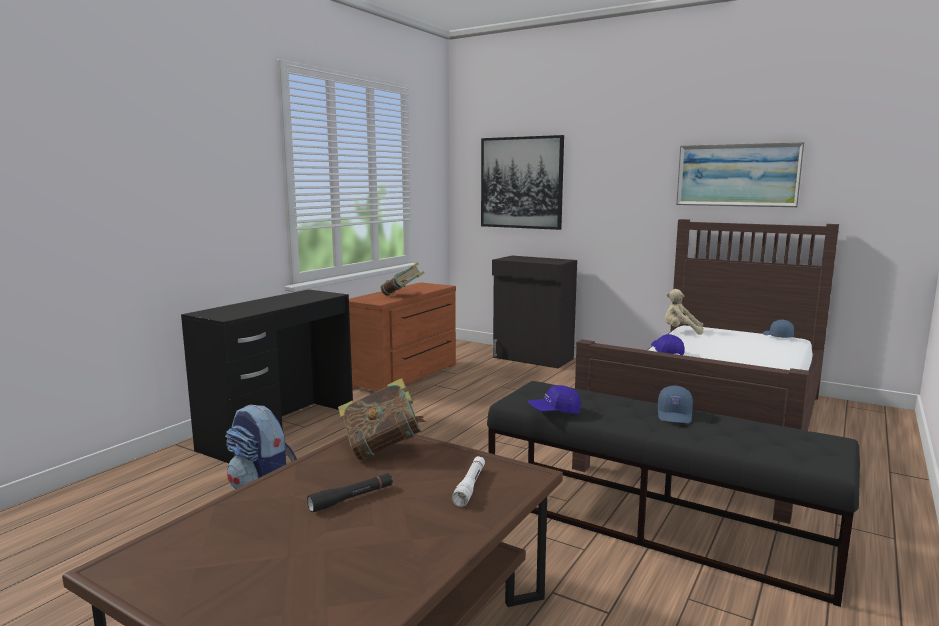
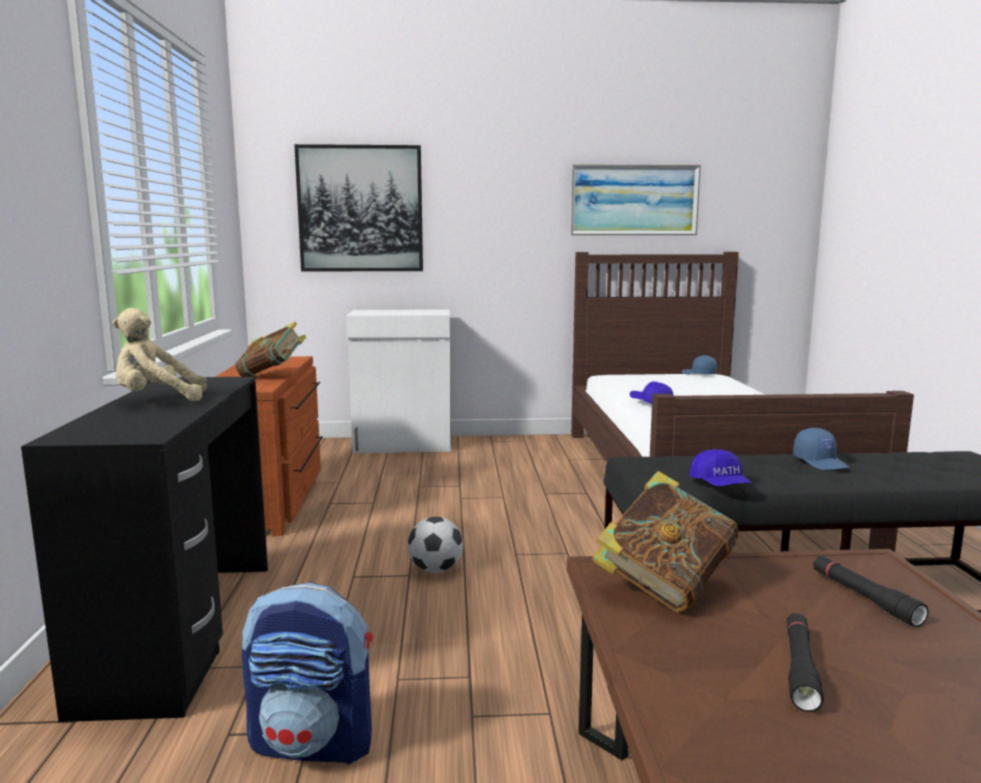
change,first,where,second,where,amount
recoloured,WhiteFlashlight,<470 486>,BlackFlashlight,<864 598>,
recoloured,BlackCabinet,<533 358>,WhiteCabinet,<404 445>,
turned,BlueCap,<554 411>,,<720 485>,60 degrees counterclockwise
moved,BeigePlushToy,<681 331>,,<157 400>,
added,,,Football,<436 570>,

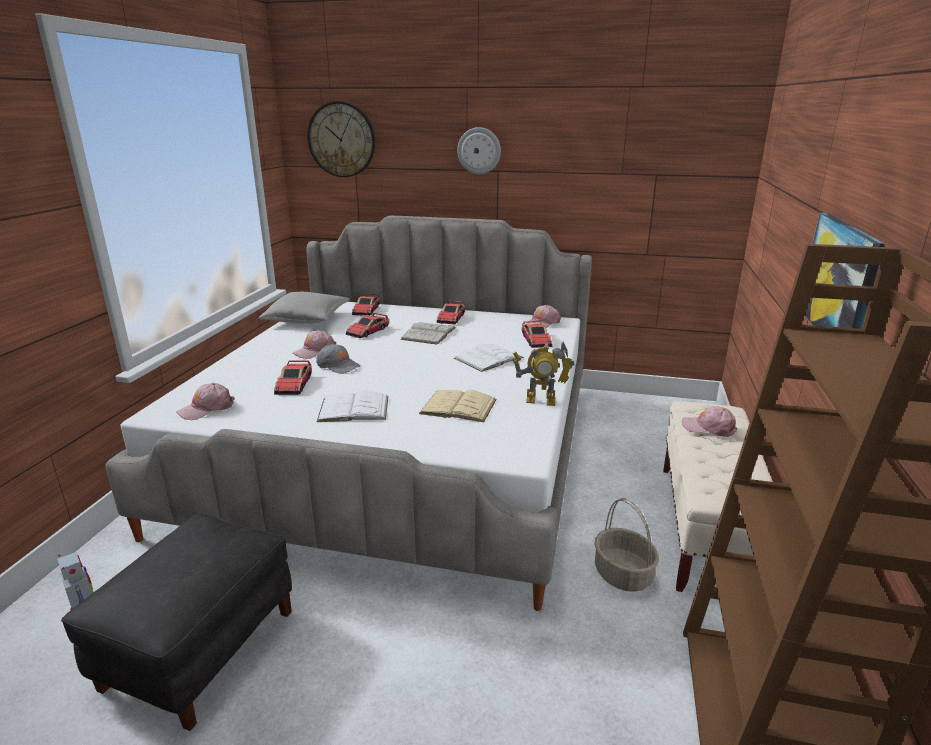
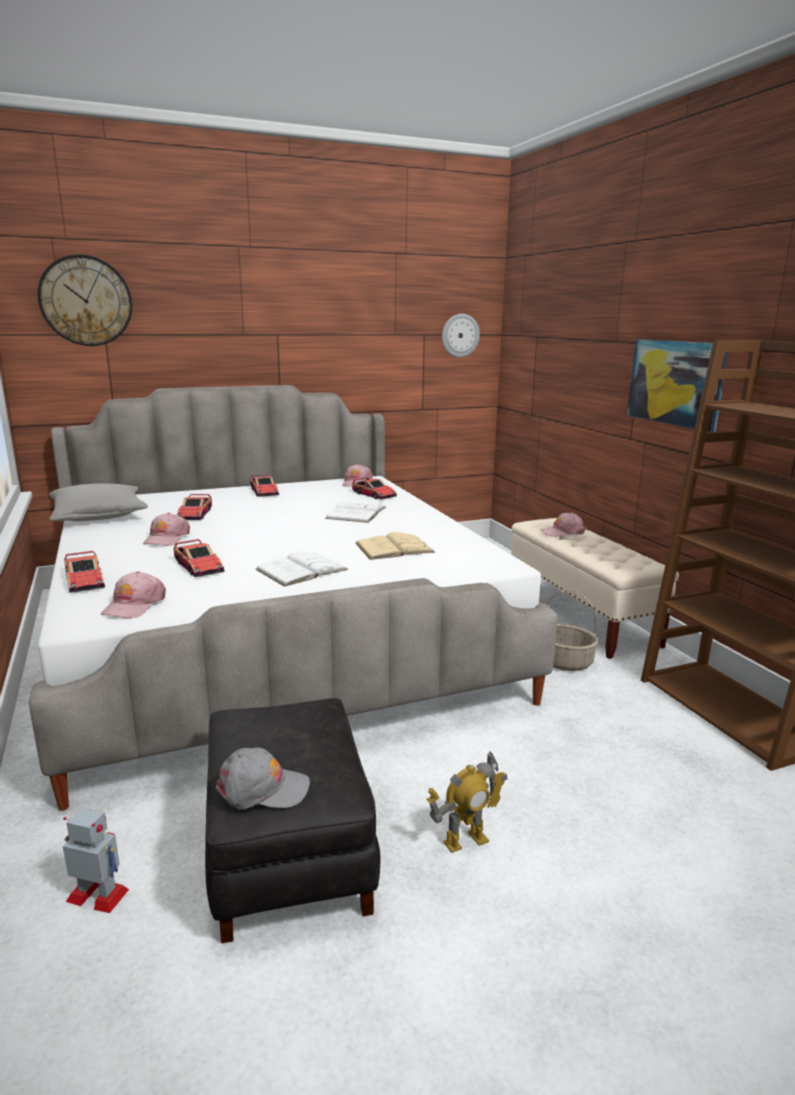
change,first,where,second,where,amount
moved,GreyCap,<338 365>,,<262 789>,
moved,ToyCar,<366 310>,,<85 580>,
removed,WhiteBook,<429 333>,,,
moved,WallClock,<479 150>,,<460 335>,
moved,ToyRobot,<541 401>,,<465 841>,

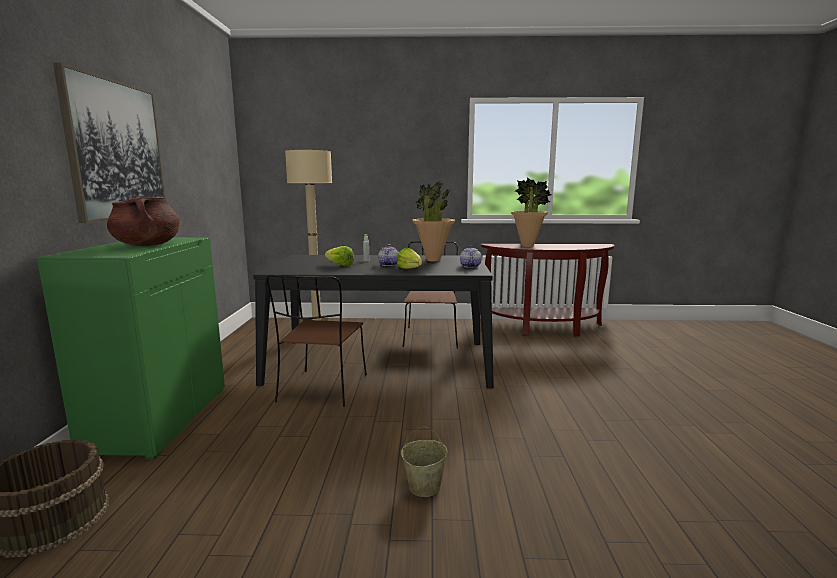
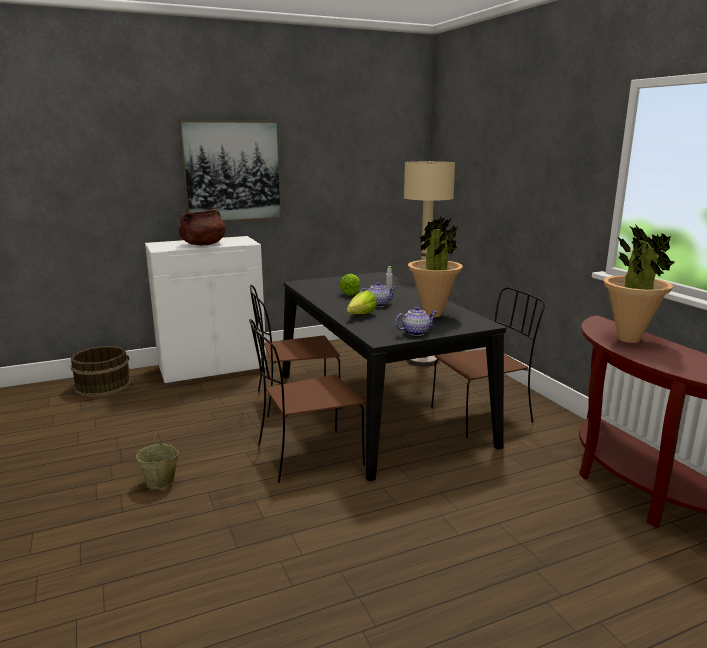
change,first,where,second,where,amount
recoloured,GreenCabinet,<159 419>,WhiteCabinet,<212 367>,
added,,,BrownChair,<307 456>,

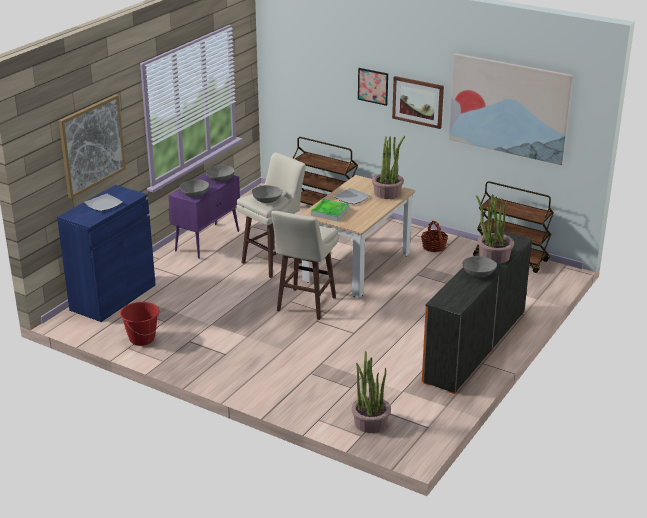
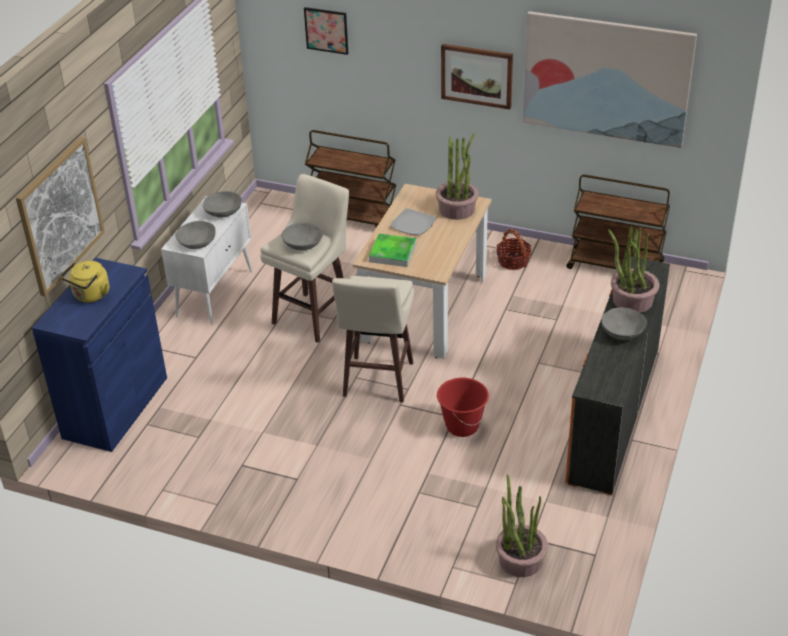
change,first,where,second,where,amount
replaced,Plate,<103 204>,YellowKettle,<90 296>,
moved,RedBucket,<142 339>,,<462 426>,
recoloured,PurpleCabinet,<208 241>,WhiteCabinet,<215 293>,
moved,Picture,<373 86>,,<326 30>,

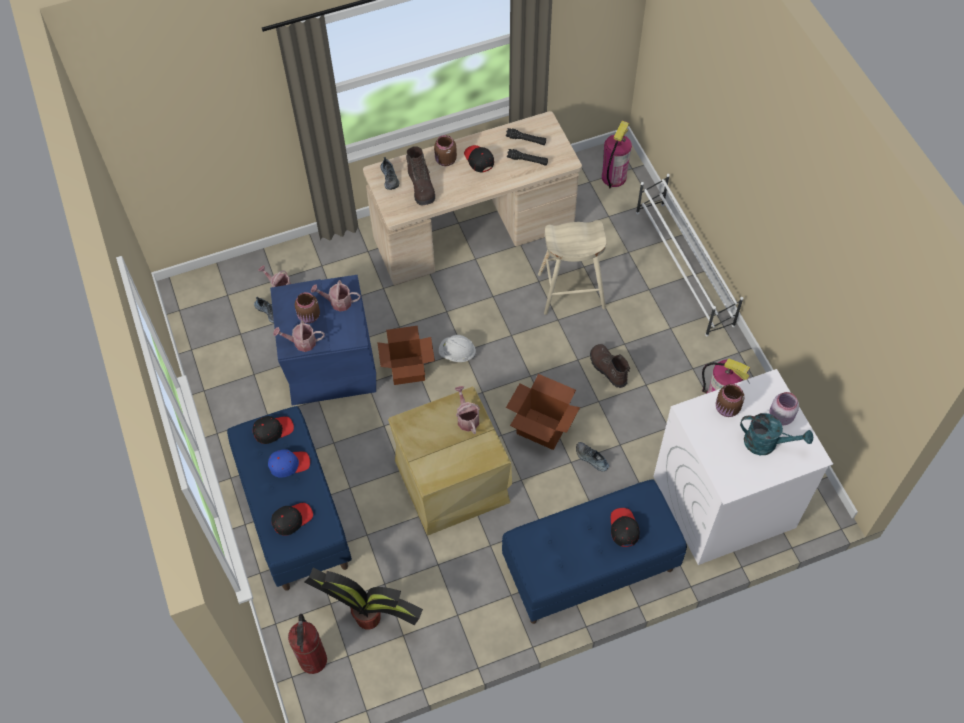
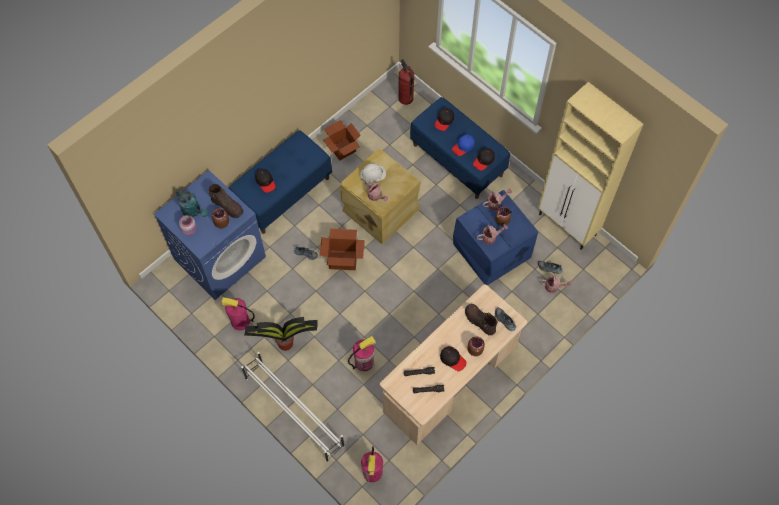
change,first,where,second,where,amount
moved,PottedPlant,<369 618>,,<284 343>,
moved,CardboardBox,<407 370>,,<342 149>,
moved,WhiteHardHat,<457 353>,,<373 176>,
replaced,BeigeStool,<571 291>,FireExtinguisher,<364 362>,
moved,BrownBoot,<607 369>,,<228 206>,
recoloured,WhiteWashingMachine,<723 503>,BlueWashingMachine,<220 257>,
turned,TurquoiseWateringCan,<767 443>,,<193 211>,135 degrees counterclockwise
added,,,BeigeCabinet,<568 225>,

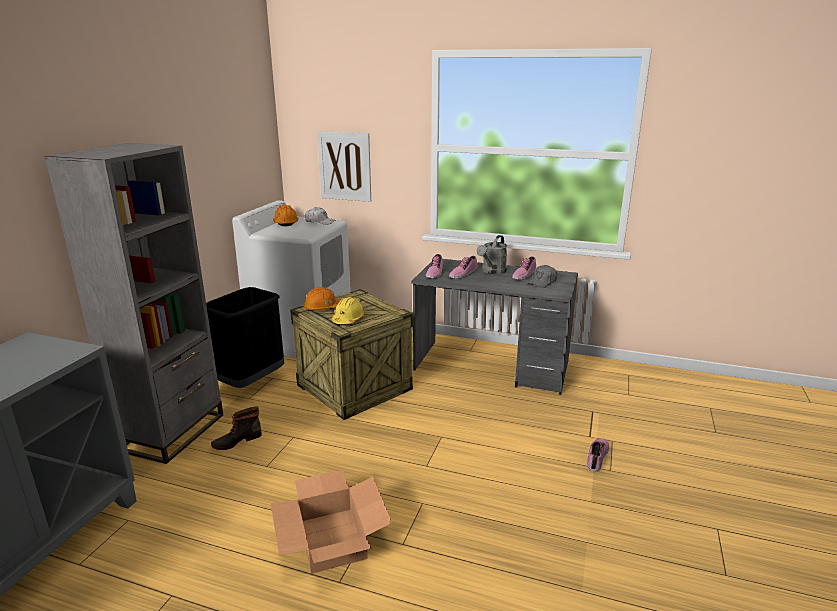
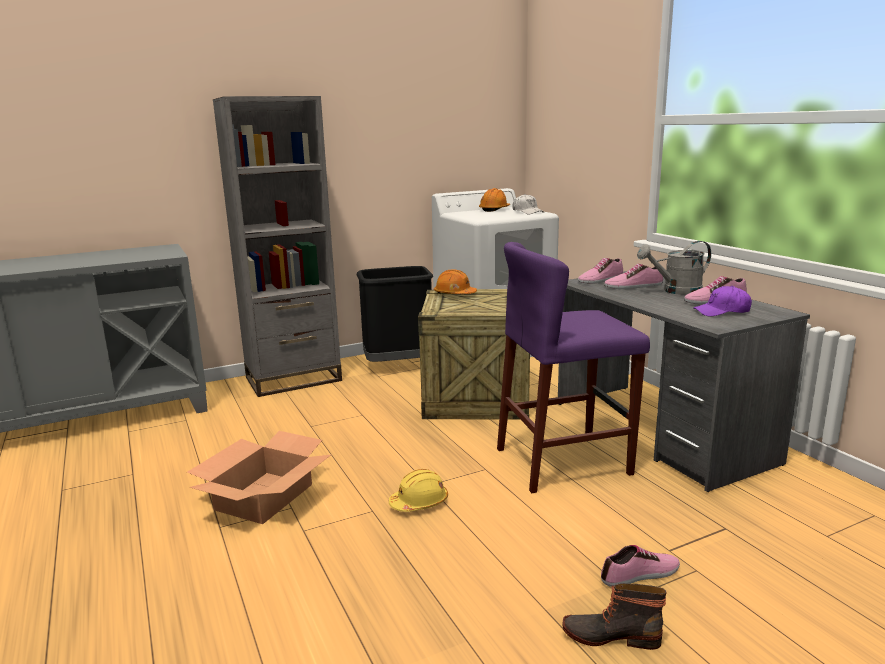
change,first,where,second,where,amount
moved,Boot,<237 440>,,<611 635>,
removed,Picture,<345 166>,,,
moved,YellowHardHat,<348 319>,,<419 502>,
recoloured,GreyCap,<542 282>,PurpleCap,<722 311>,
added,,,PurpleStool,<563 461>,

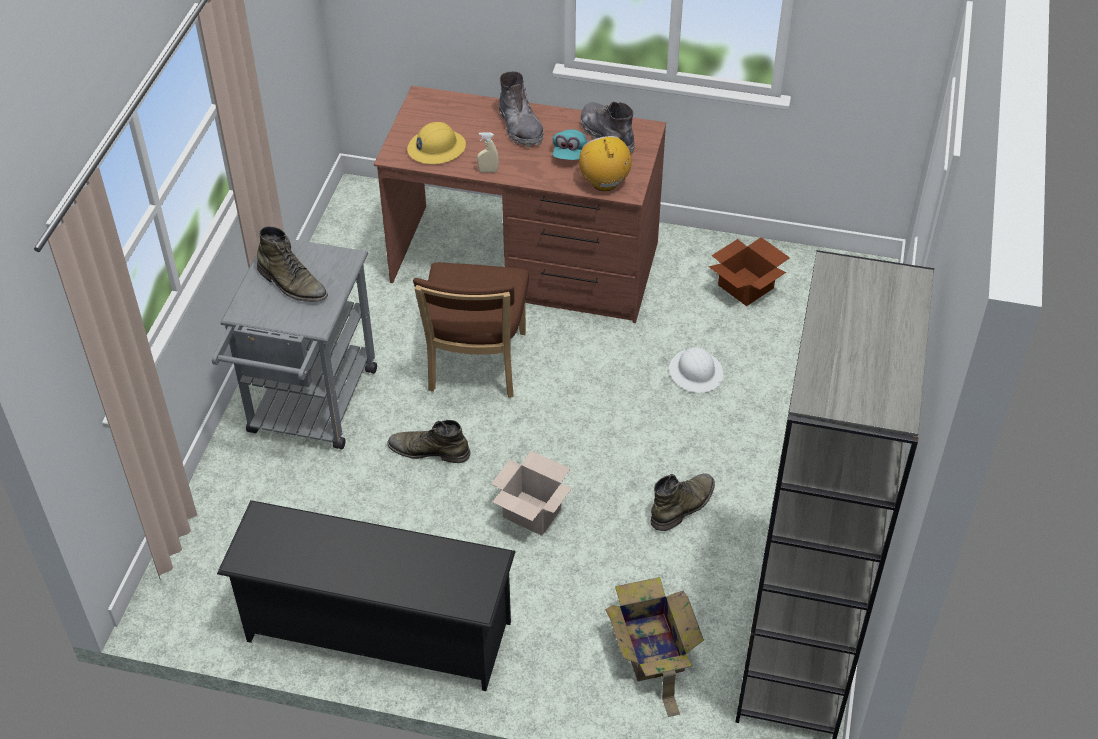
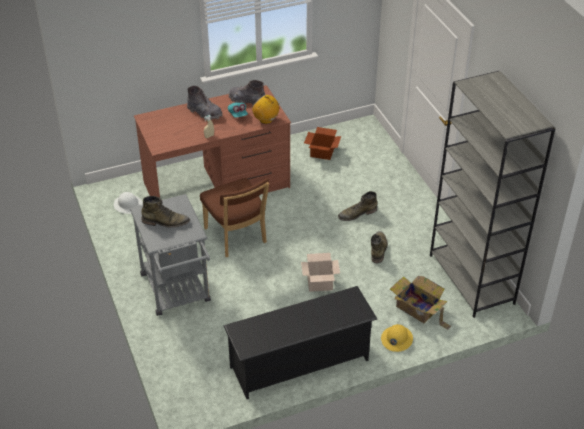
change,first,where,second,where,amount
moved,GreenBoot,<429 450>,,<357 214>,
moved,YellowHardHat,<436 148>,,<396 339>,
moved,WhiteHardHat,<696 372>,,<128 205>,

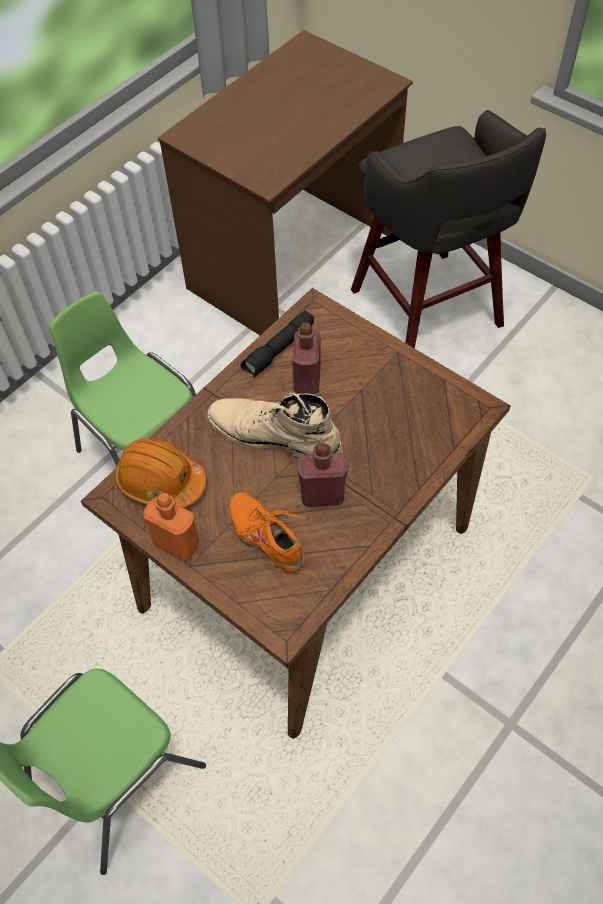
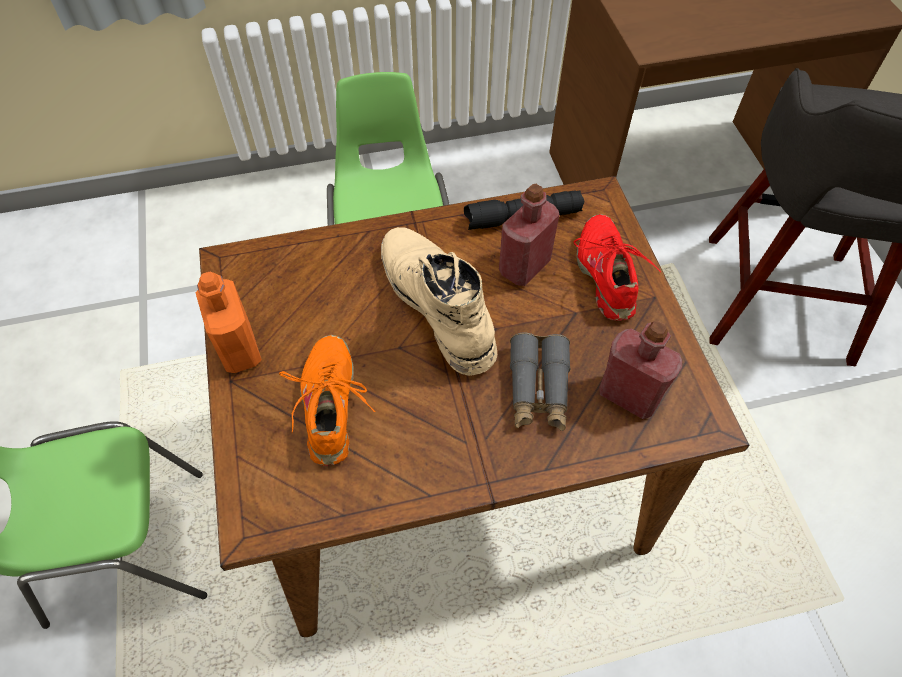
change,first,where,second,where,amount
removed,OrangeHardHat,<160 481>,,,
moved,RedBottle,<322 496>,,<629 395>,
added,,,GreyBinoculars,<538 389>,
added,,,RedShoe,<607 274>,

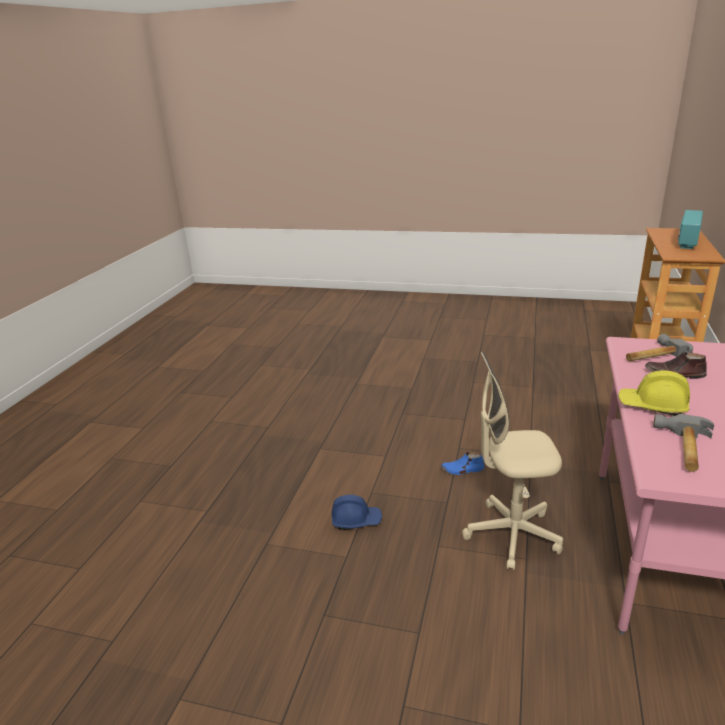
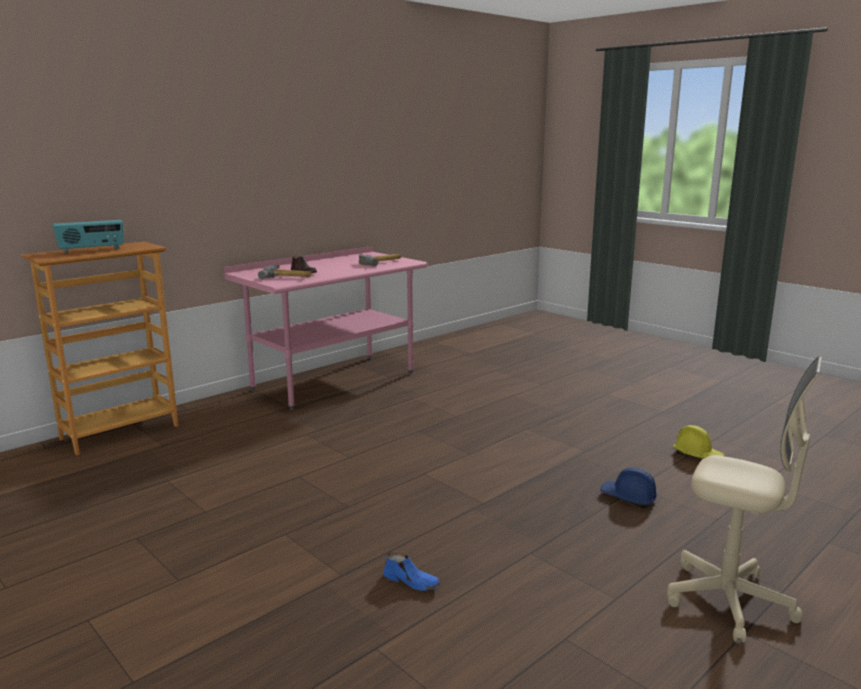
change,first,where,second,where,amount
moved,BlueHardHat,<356 520>,,<628 498>,
moved,BlueShoe,<462 470>,,<412 581>,
moved,BeigeOfficeChair,<512 535>,,<729 601>,
moved,YellowHardHat,<652 406>,,<697 455>,

